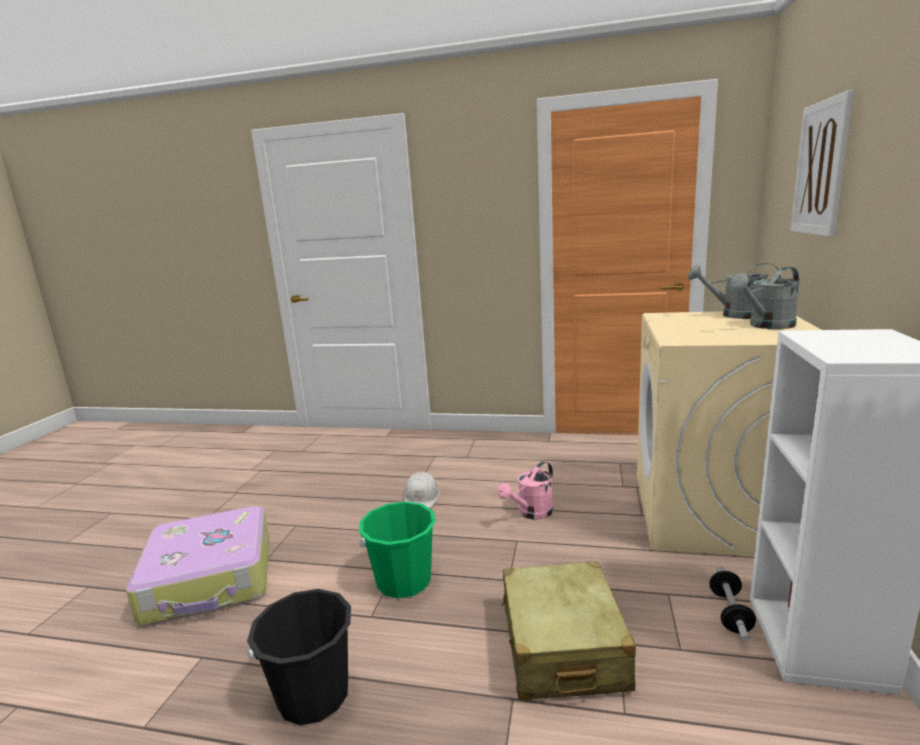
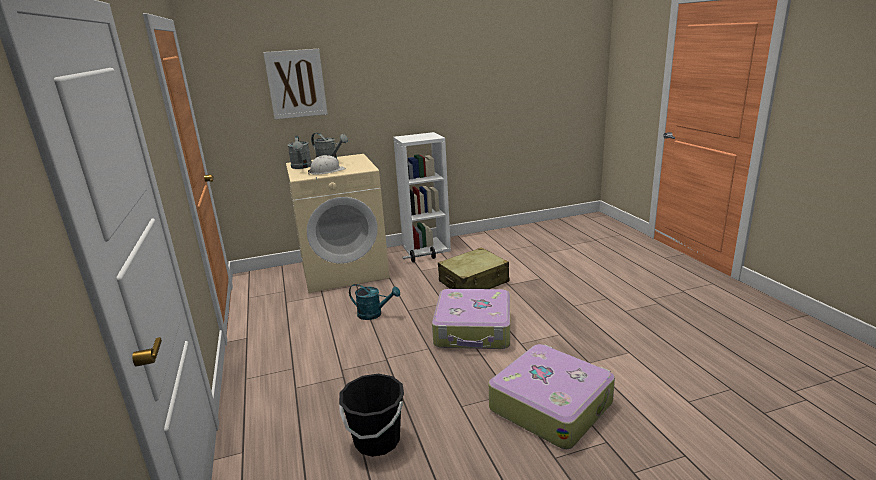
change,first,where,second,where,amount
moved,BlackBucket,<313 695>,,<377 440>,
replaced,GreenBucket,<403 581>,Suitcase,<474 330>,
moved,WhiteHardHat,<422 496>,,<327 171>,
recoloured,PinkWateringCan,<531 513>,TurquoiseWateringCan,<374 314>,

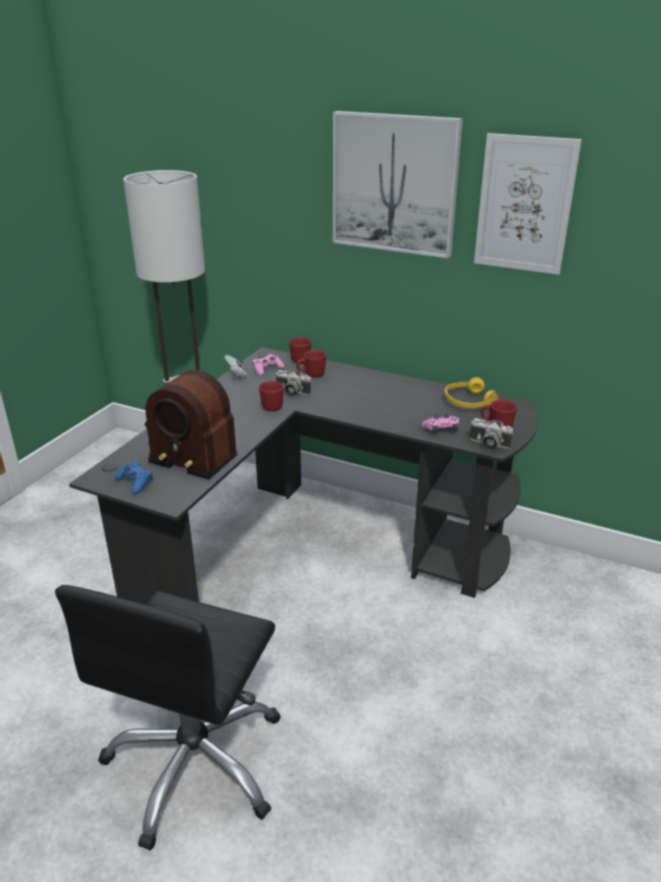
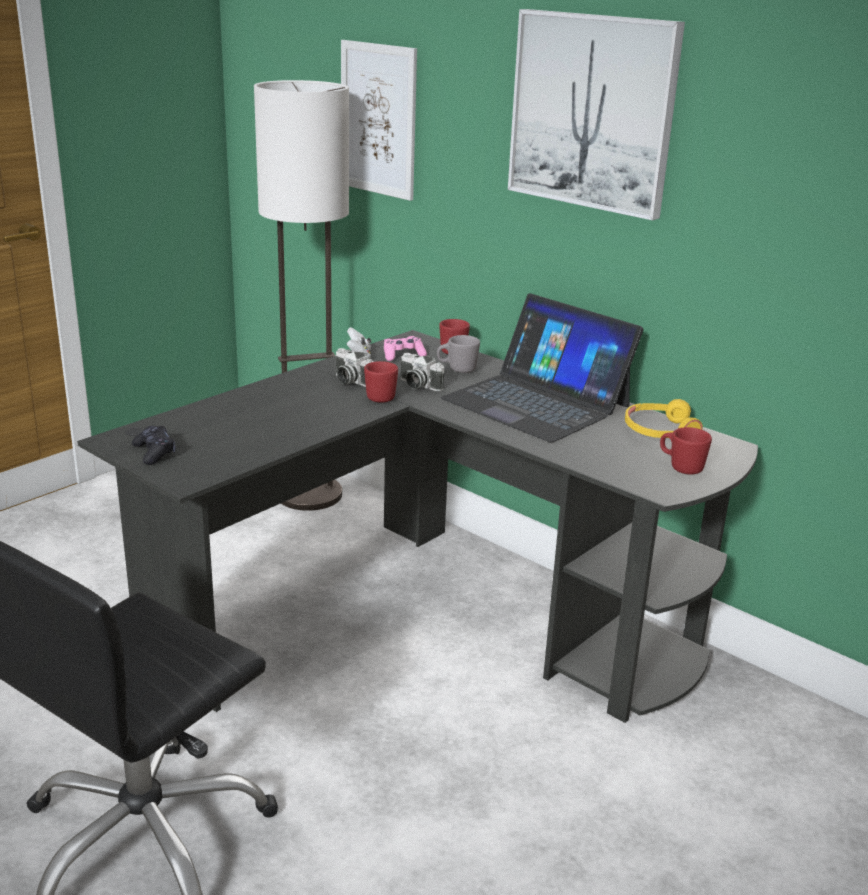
change,first,where,second,where,amount
recoloured,BlueGameController,<135 482>,BlackGameController,<154 452>,
removed,Radio,<193 449>,,,
recoloured,RedMug,<311 375>,GreyMug,<457 369>,
removed,PinkGameController,<441 429>,,,
moved,PhotoCamera,<488 444>,,<350 381>,
moved,Picture,<524 204>,,<378 120>,
added,,,Laptop,<537 402>,

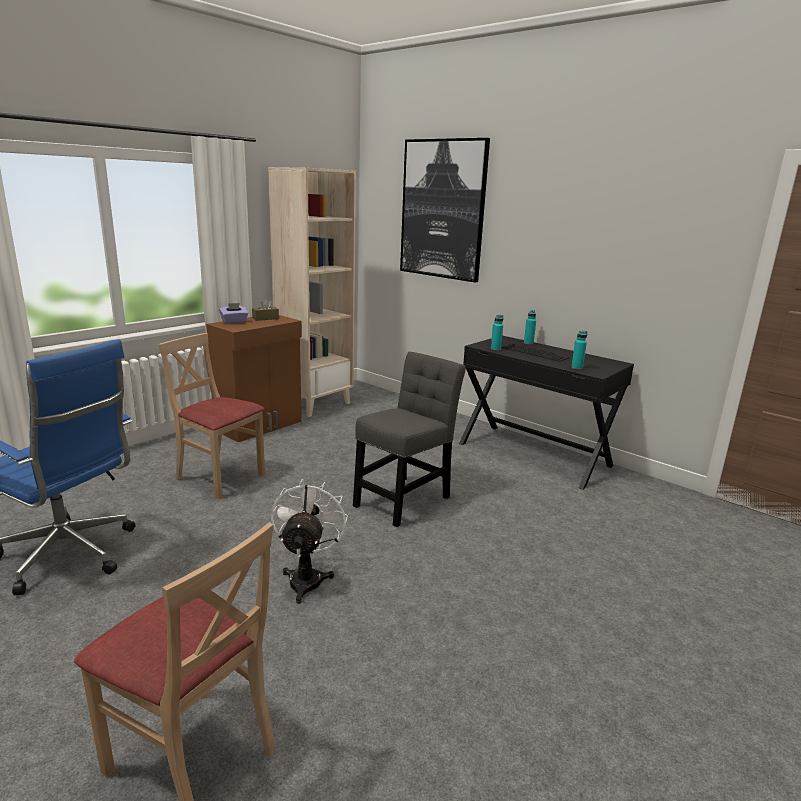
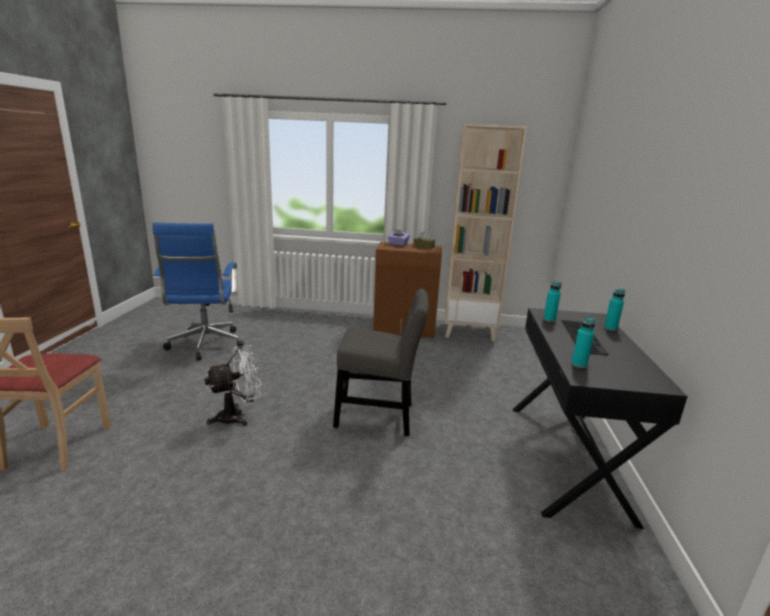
change,first,where,second,where,amount
removed,BeigeChair,<219 477>,,,
removed,Picture,<442 210>,,,

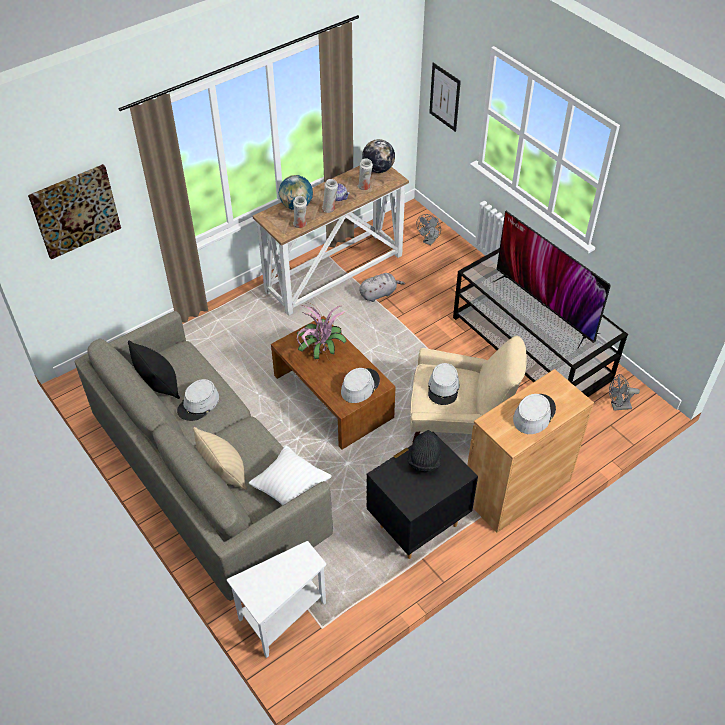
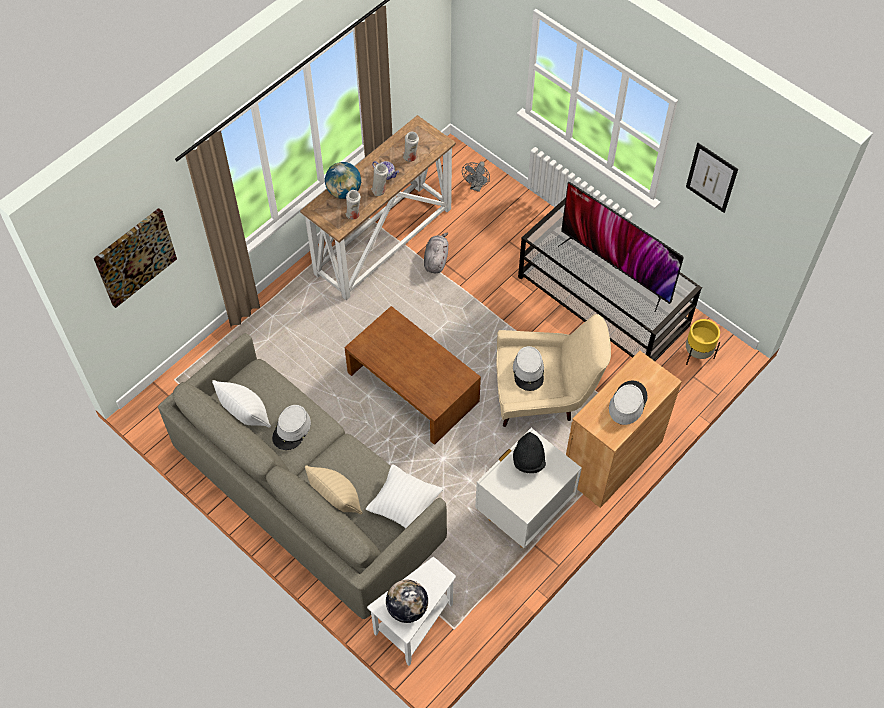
change,first,where,second,where,amount
recoloured,BlackPillow,<159 385>,WhitePillow,<246 415>,
removed,PottedPlant,<320 354>,,,
removed,GreyHat,<360 386>,,,
turned,GreyPlushToy,<379 294>,,<436 259>,45 degrees counterclockwise
moved,Globe,<378 169>,,<407 608>,
recoloured,BlackNightstand,<417 526>,WhiteNightstand,<524 513>,
moved,Picture,<445 97>,,<711 177>,
replaced,GreyFan,<617 406>,YellowPlanter,<697 354>,

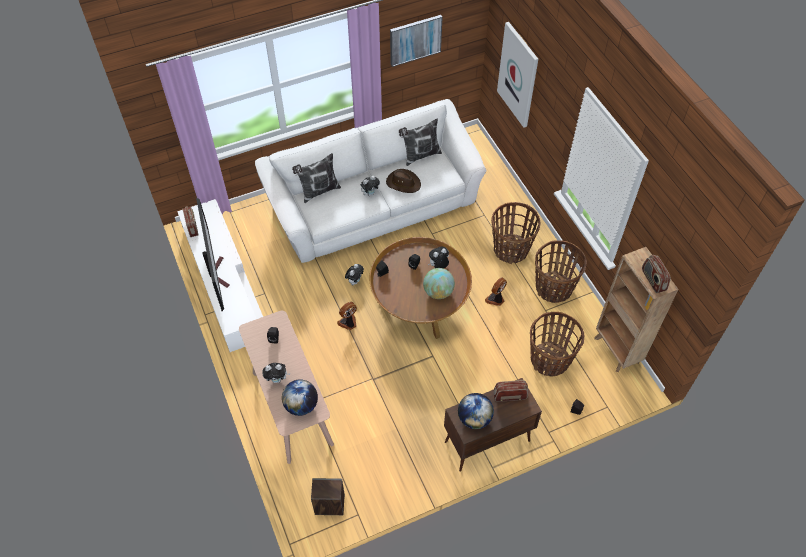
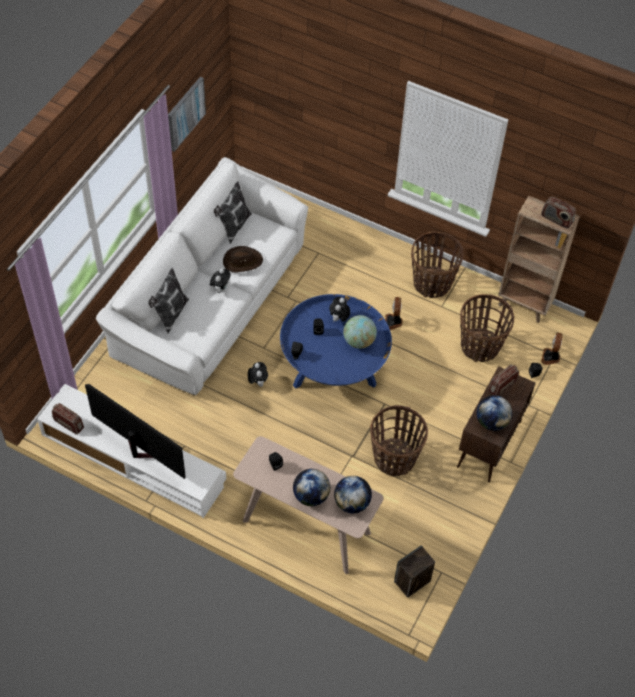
change,first,where,second,where,amount
replaced,PlushToy,<277 379>,Globe,<311 496>,
moved,Fan,<348 323>,,<551 357>,
recoloured,BrownCoffeeTable,<419 304>,BlueCoffeeTable,<333 366>,
moved,Basket,<511 249>,,<394 458>,
removed,Picture,<518 75>,,,

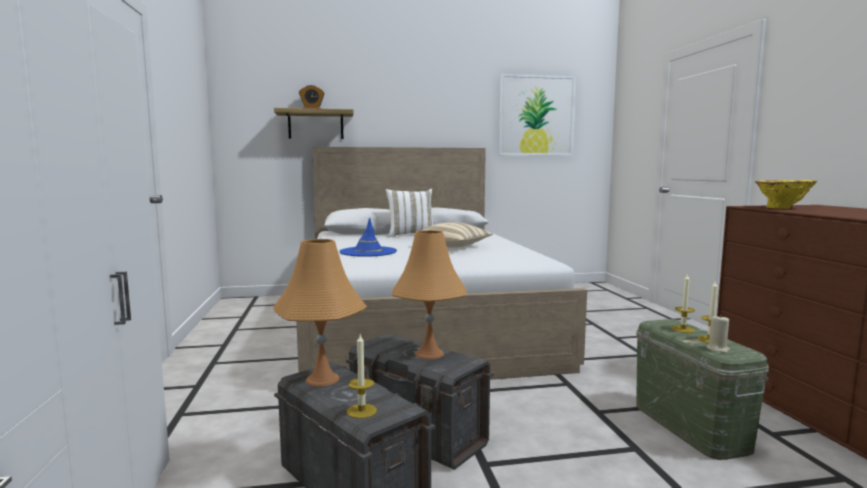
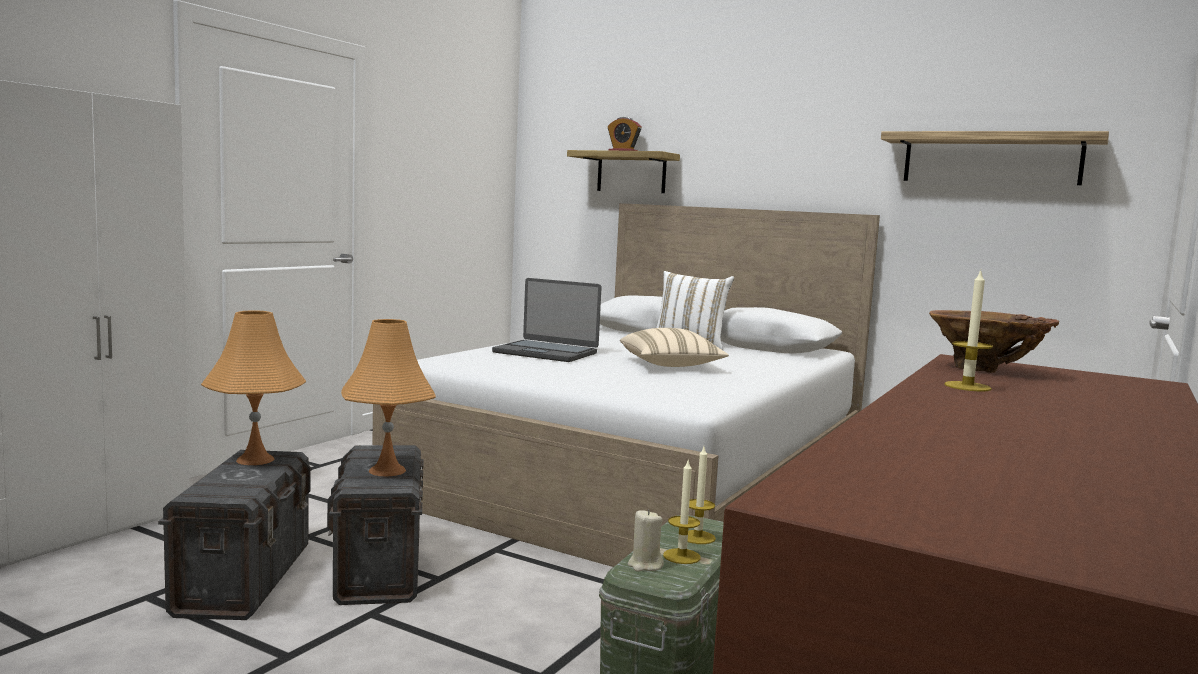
change,first,where,second,where,amount
replaced,BlueHat,<368 252>,Laptop,<546 353>,
moved,Candle,<361 411>,,<967 386>,
replaced,Picture,<536 116>,Shelf,<991 159>,
recoloured,YellowVase,<784 208>,BrownVase,<986 371>,

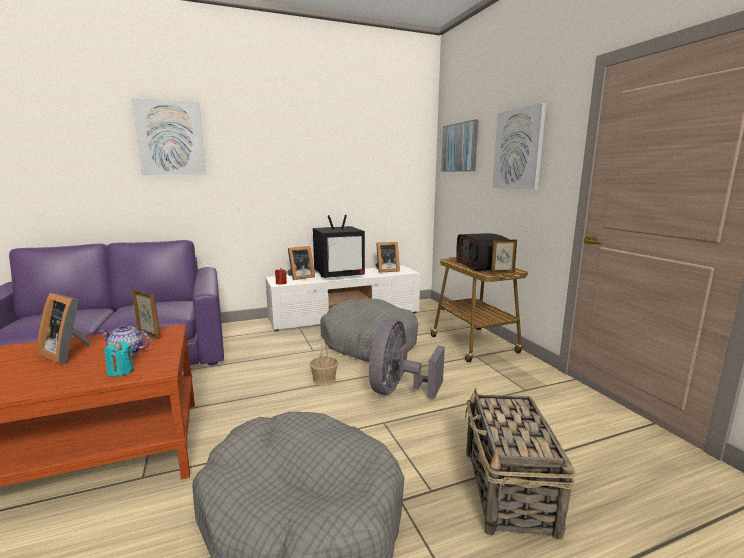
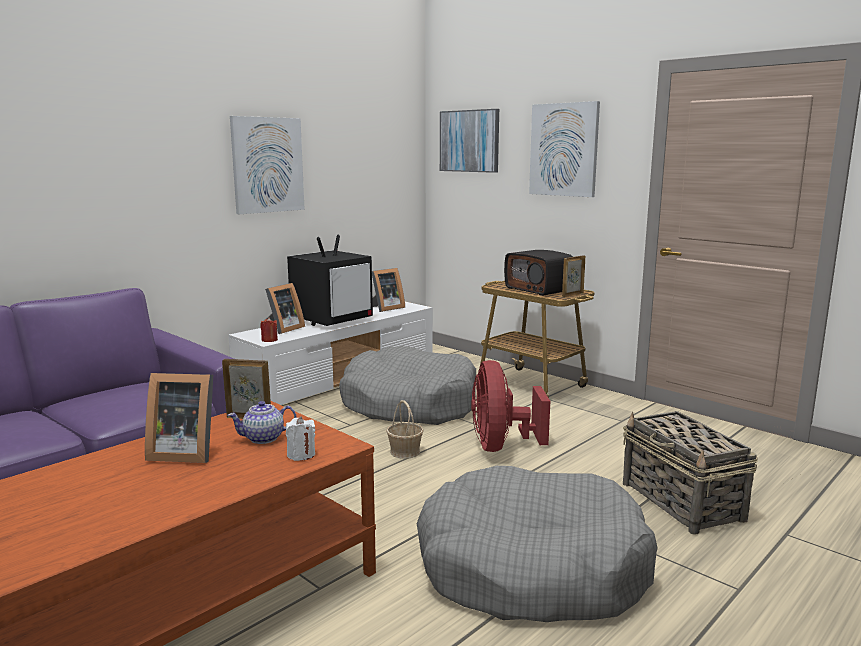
change,first,where,second,where,amount
recoloured,TurquoiseCandle,<121 371>,WhiteCandle,<301 455>,
moved,Picture,<171 138>,,<267 165>,
recoloured,GreyFan,<398 390>,RedFan,<501 446>,

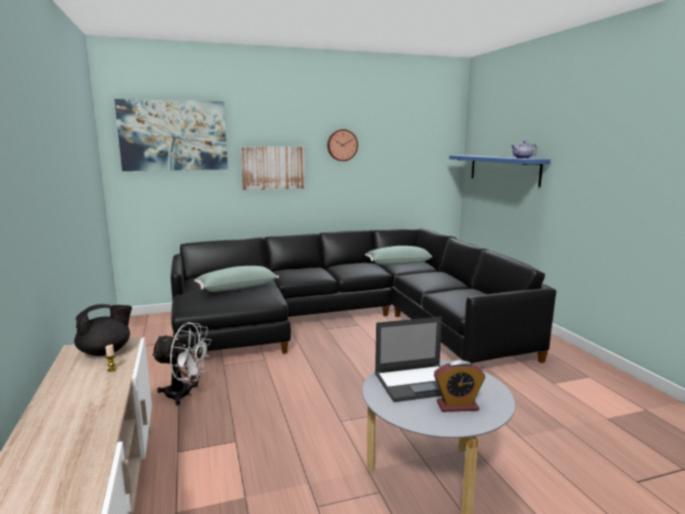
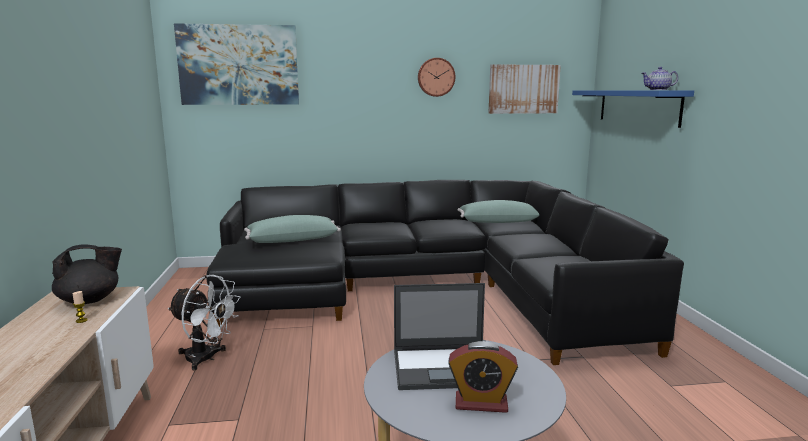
change,first,where,second,where,amount
moved,Picture,<273 168>,,<523 89>,

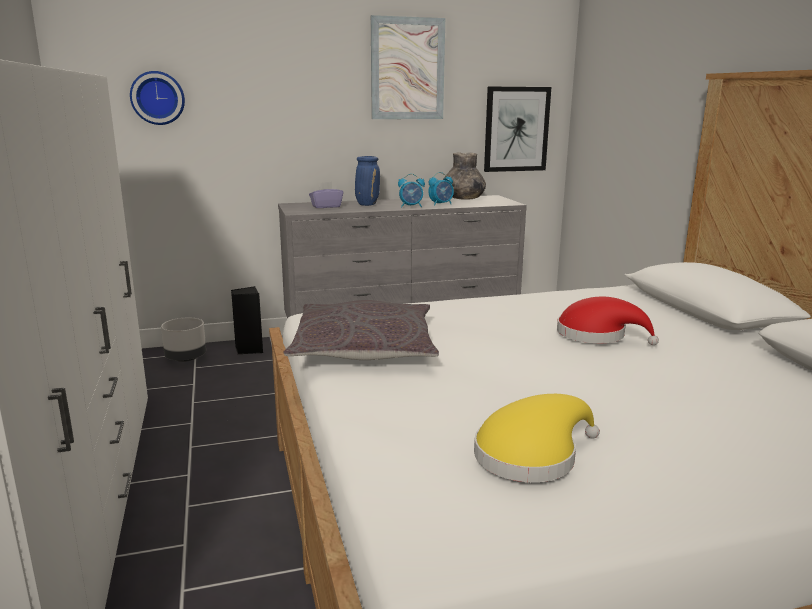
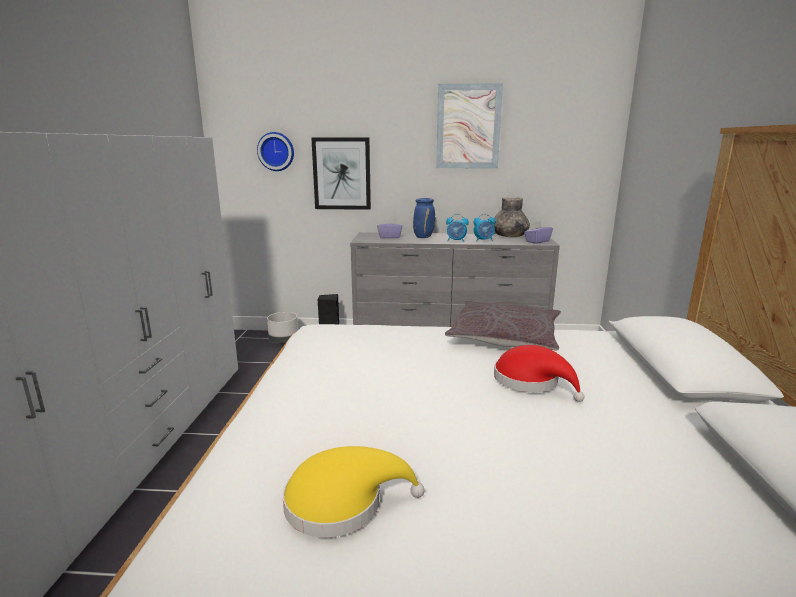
change,first,where,second,where,amount
moved,GreyPillow,<364 347>,,<505 337>,
moved,Picture,<516 129>,,<342 174>,
added,,,PurpleTissueBox,<537 241>,

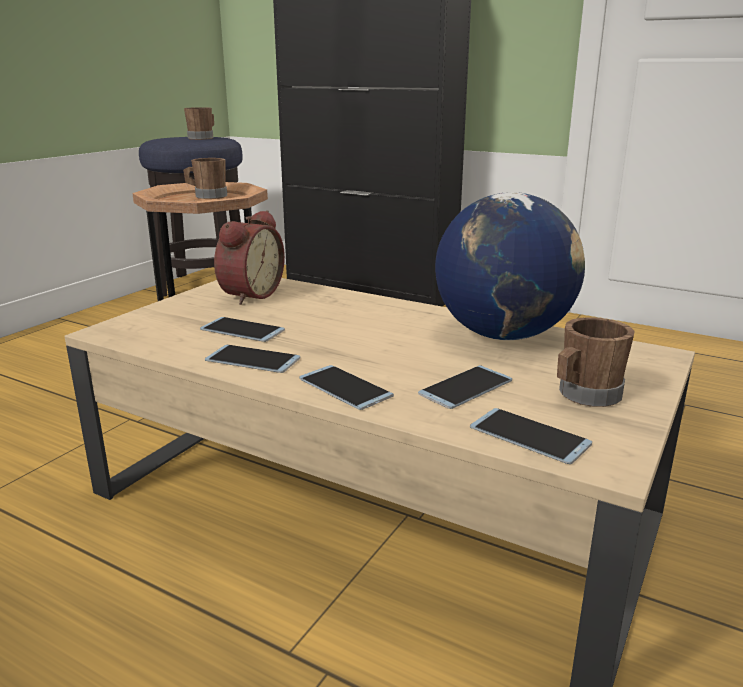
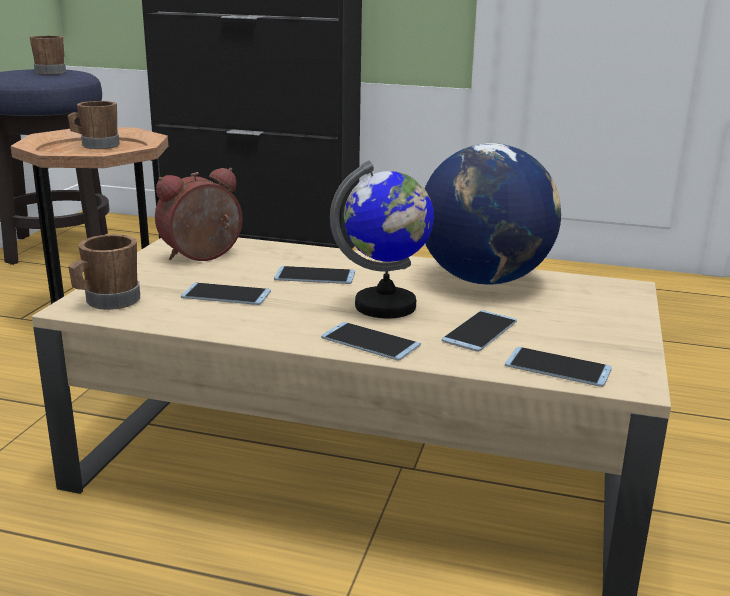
change,first,where,second,where,amount
moved,Phone,<253 359>,,<315 276>,
turned,AlarmClock,<249 295>,,<203 257>,135 degrees counterclockwise
moved,BrownMug,<585 395>,,<107 302>,
added,,,Globe,<386 306>,

